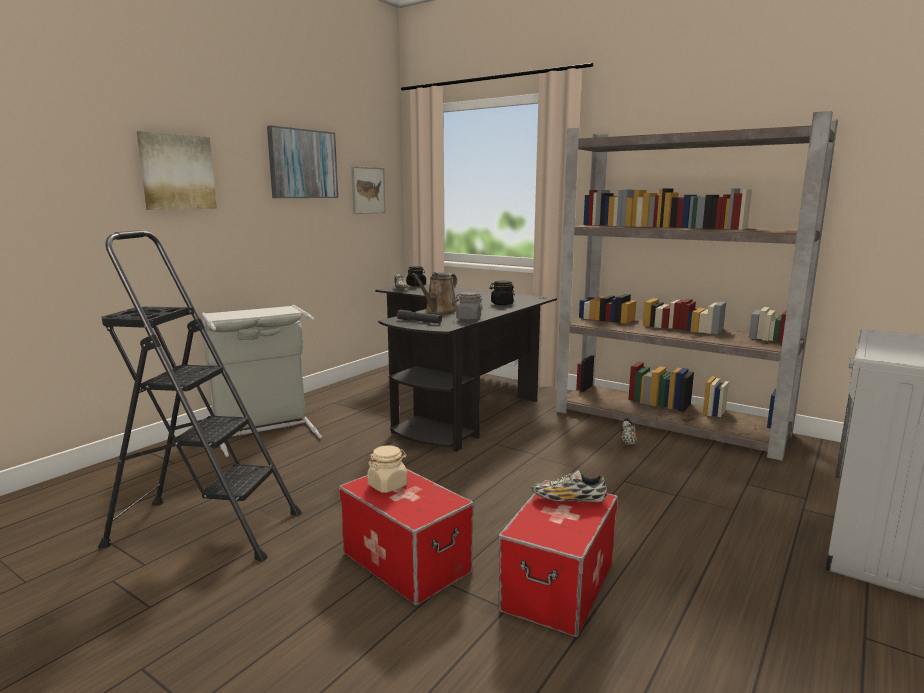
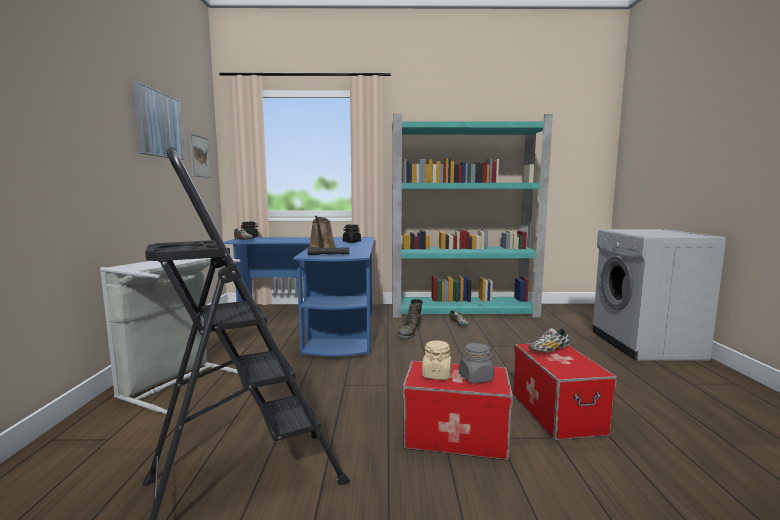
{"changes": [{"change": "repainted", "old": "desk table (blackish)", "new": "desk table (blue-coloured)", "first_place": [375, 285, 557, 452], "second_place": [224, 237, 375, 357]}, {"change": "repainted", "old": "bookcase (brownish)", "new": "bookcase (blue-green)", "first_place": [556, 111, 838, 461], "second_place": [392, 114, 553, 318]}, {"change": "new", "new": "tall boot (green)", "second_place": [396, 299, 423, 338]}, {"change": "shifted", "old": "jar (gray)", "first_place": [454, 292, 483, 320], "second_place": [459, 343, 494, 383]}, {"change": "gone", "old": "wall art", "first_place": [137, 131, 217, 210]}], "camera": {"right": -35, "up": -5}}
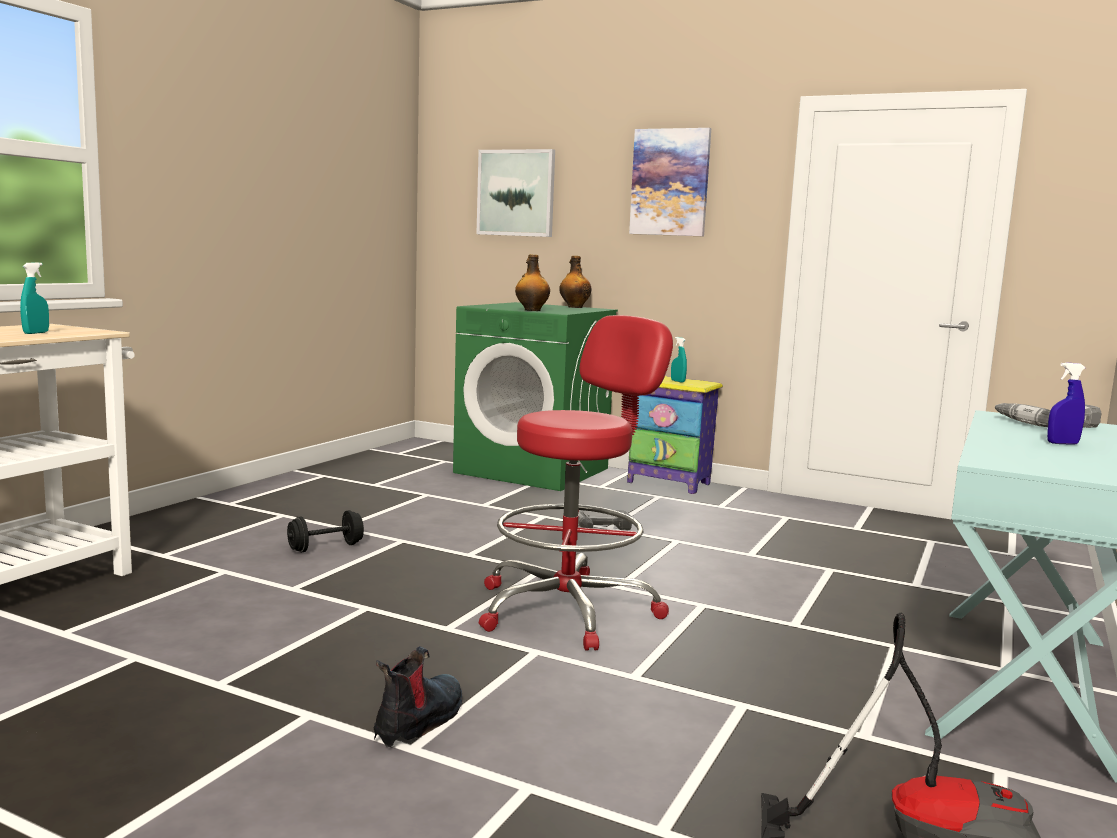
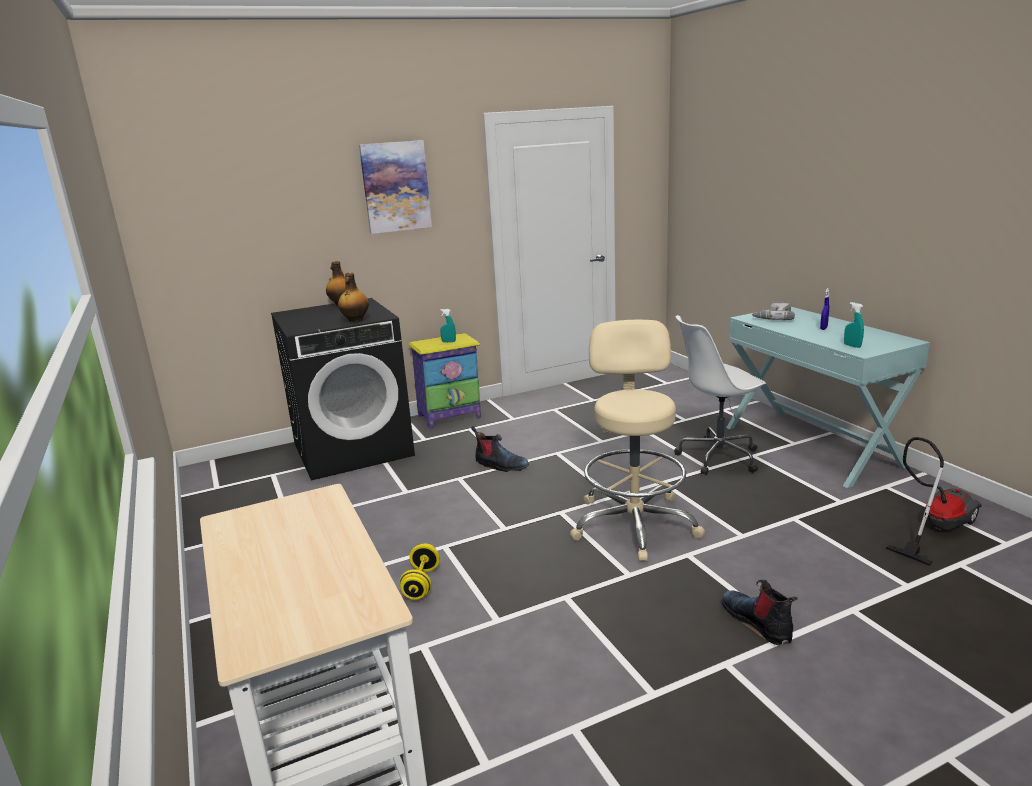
{"changes": [{"change": "repainted", "old": "washing machine (green)", "new": "washing machine (blackish)", "first_place": [453, 302, 618, 491], "second_place": [271, 298, 415, 480]}, {"change": "repainted", "old": "hand weight (blackish)", "new": "hand weight (yellow)", "first_place": [287, 510, 364, 552], "second_place": [399, 544, 440, 600]}, {"change": "swapped", "old": "drill", "new": "tall boot", "first_place": [578, 510, 632, 530], "second_place": [471, 426, 529, 472]}, {"change": "repainted", "old": "stool (red)", "new": "stool (sand-coloured)", "first_place": [479, 315, 673, 651], "second_place": [570, 320, 705, 562]}, {"change": "new", "new": "desk chair (white)", "second_place": [674, 315, 766, 475]}, {"change": "shifted", "old": "hand sprayer (blue-green)", "first_place": [20, 262, 49, 334], "second_place": [844, 302, 864, 348]}, {"change": "gone", "old": "wall art", "first_place": [476, 149, 555, 237]}], "camera": {"right": -50, "up": 10}}
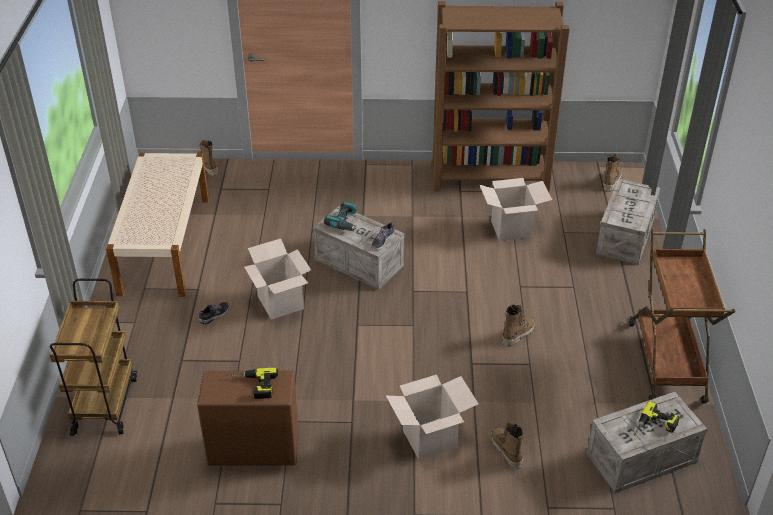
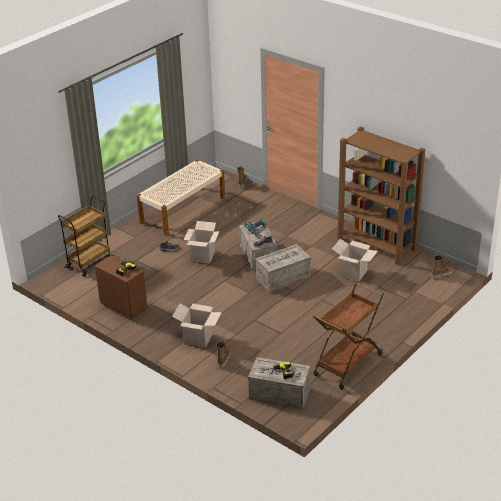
{"changes": [{"change": "shifted", "old": "crate", "first_place": [596, 178, 660, 265], "second_place": [255, 244, 311, 293]}, {"change": "gone", "old": "tall boot", "first_place": [502, 305, 535, 347]}], "camera": {"right": 40, "up": -5}}
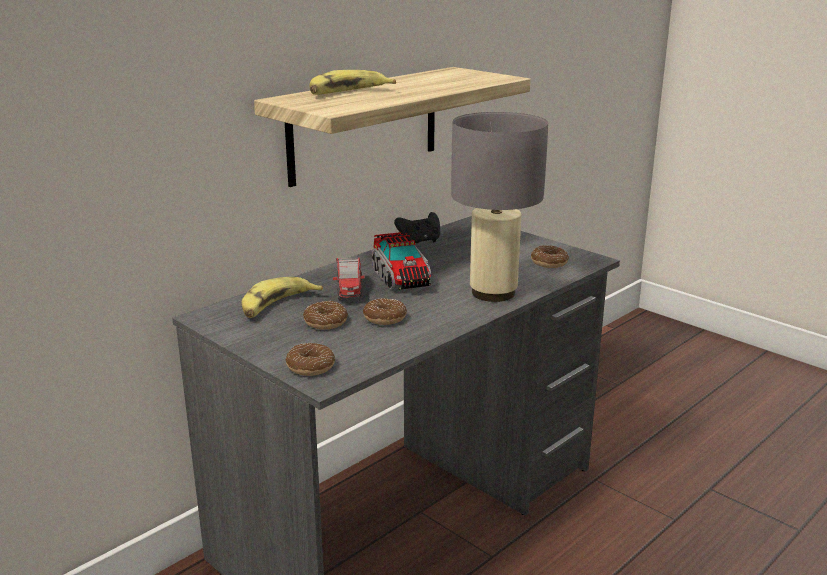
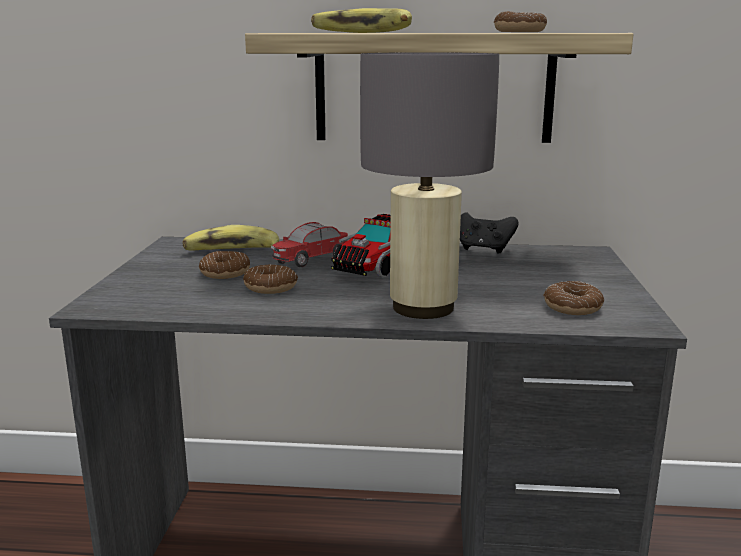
{"changes": [{"change": "shifted", "old": "doughnut", "first_place": [286, 343, 335, 376], "second_place": [494, 11, 547, 32]}], "camera": {"right": 50, "up": -5}}
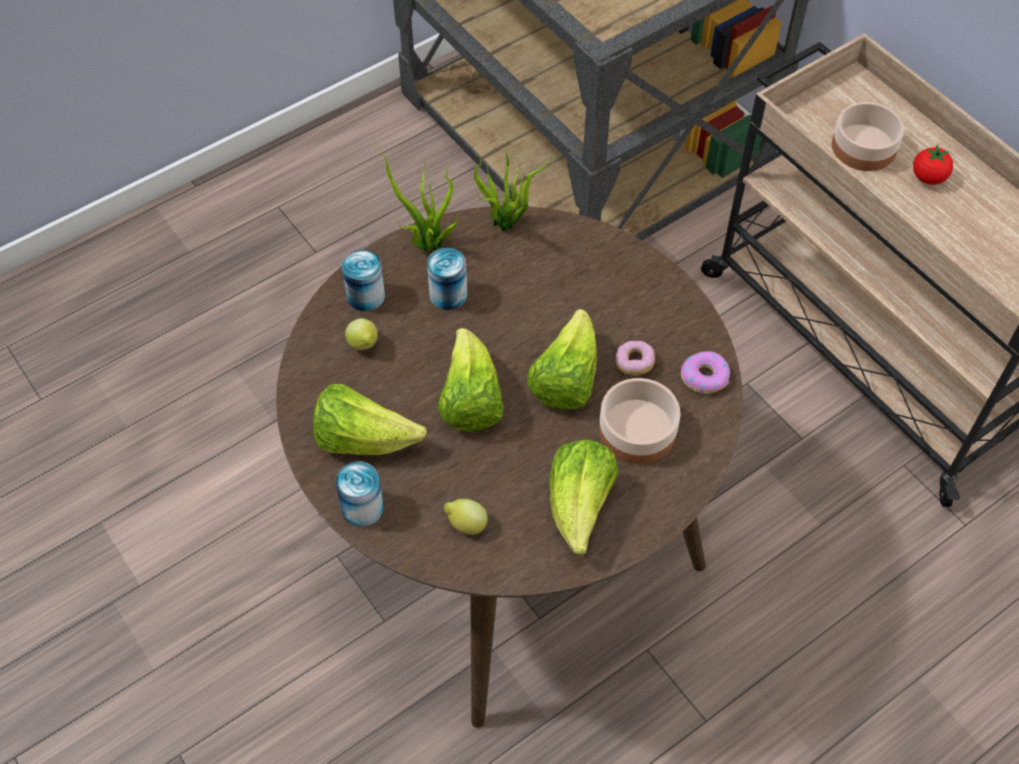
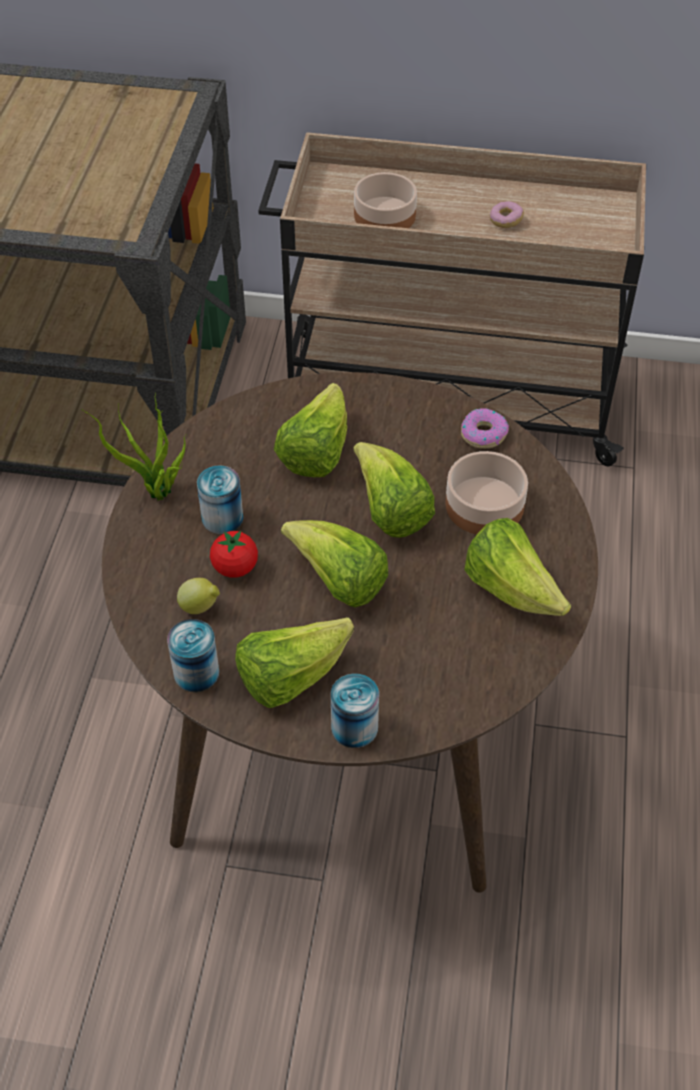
{"changes": [{"change": "shifted", "old": "sealed can", "first_place": [342, 249, 385, 311], "second_place": [167, 619, 219, 692]}, {"change": "shifted", "old": "fresh tomato", "first_place": [913, 145, 953, 185], "second_place": [210, 531, 258, 578]}, {"change": "new", "new": "lettuce", "second_place": [274, 383, 347, 477]}, {"change": "shifted", "old": "doughnut", "first_place": [615, 341, 655, 376], "second_place": [490, 201, 524, 228]}, {"change": "gone", "old": "citrus fruit", "first_place": [444, 499, 487, 535]}, {"change": "gone", "old": "houseplant", "first_place": [474, 137, 552, 231]}], "camera": {"right": -45, "up": -5}}
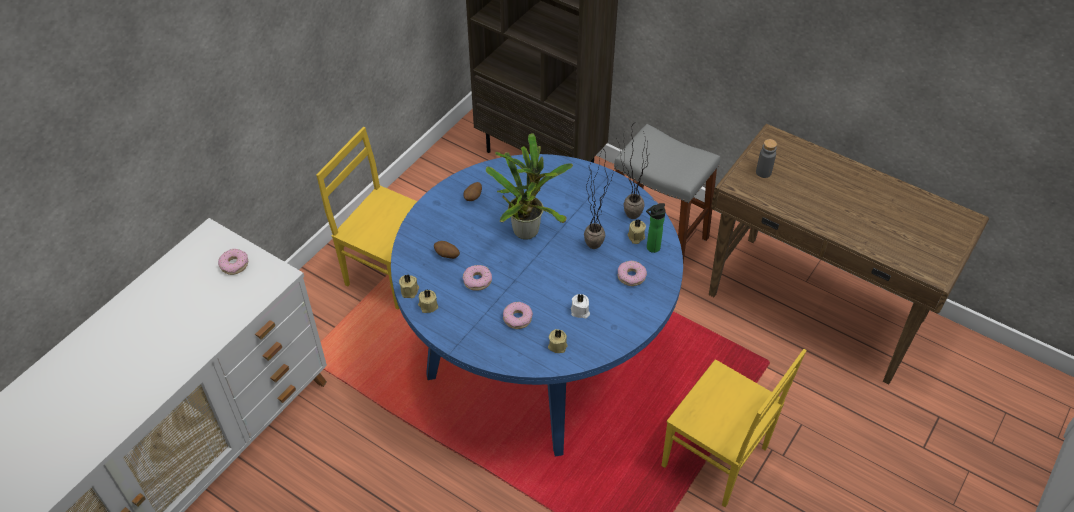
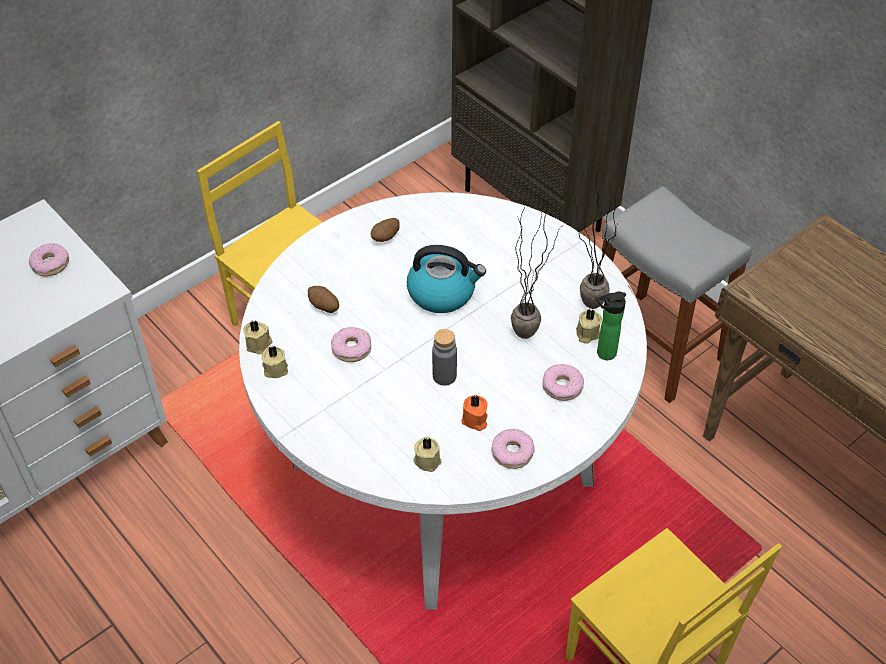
{"changes": [{"change": "repainted", "old": "kitchen table (blue-coloured)", "new": "kitchen table (white)", "first_place": [391, 154, 683, 456], "second_place": [239, 192, 647, 610]}, {"change": "swapped", "old": "houseplant", "new": "tea kettle", "first_place": [486, 133, 573, 240], "second_place": [407, 245, 486, 313]}, {"change": "shifted", "old": "drink bottle (gray)", "first_place": [756, 139, 777, 178], "second_place": [432, 329, 457, 386]}, {"change": "repainted", "old": "wax candle (white)", "new": "wax candle (orange)", "first_place": [571, 294, 590, 319], "second_place": [461, 395, 488, 431]}, {"change": "shifted", "old": "doughnut", "first_place": [503, 302, 533, 329], "second_place": [491, 429, 535, 469]}], "camera": {"right": 15, "up": 0}}
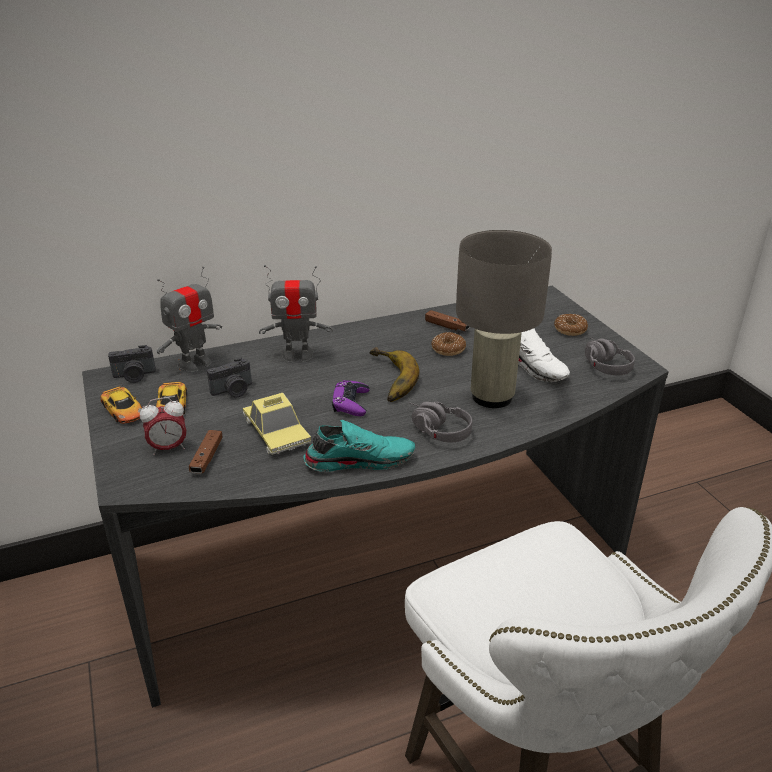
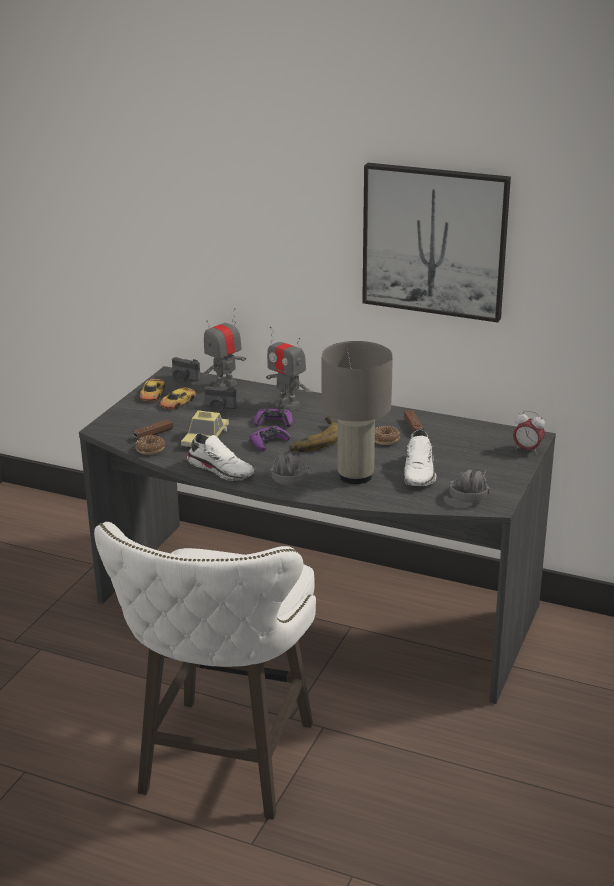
{"changes": [{"change": "shifted", "old": "doughnut", "first_place": [554, 314, 588, 336], "second_place": [135, 435, 165, 455]}, {"change": "repainted", "old": "low shoe (blue-green)", "new": "low shoe (white)", "first_place": [303, 420, 415, 472], "second_place": [187, 433, 254, 481]}, {"change": "rotated", "old": "model robot", "first_place": [157, 266, 222, 372], "second_place": [203, 308, 246, 388], "degrees": 135}, {"change": "new", "new": "joypad (purplish)", "second_place": [254, 409, 293, 427]}, {"change": "new", "new": "wall art", "second_place": [362, 163, 511, 322]}, {"change": "shifted", "old": "bedside clock", "first_place": [140, 397, 186, 455], "second_place": [513, 410, 545, 454]}], "camera": {"right": 45, "up": -5}}
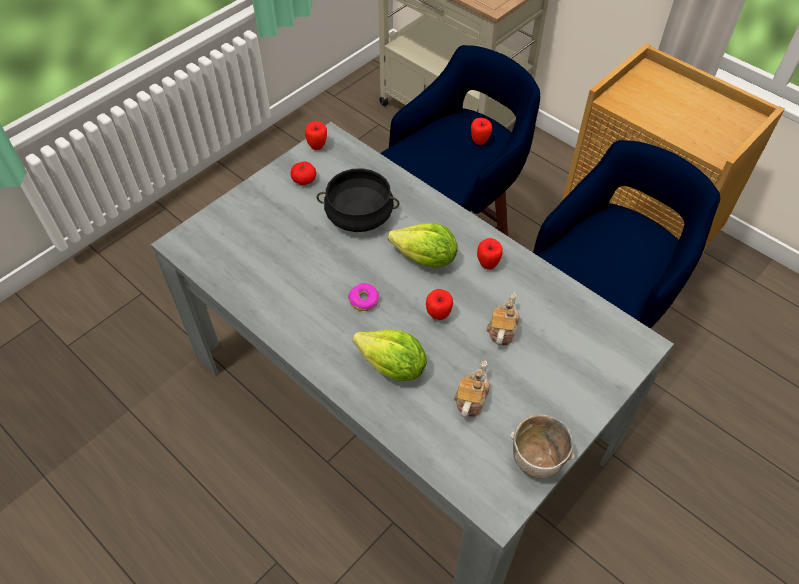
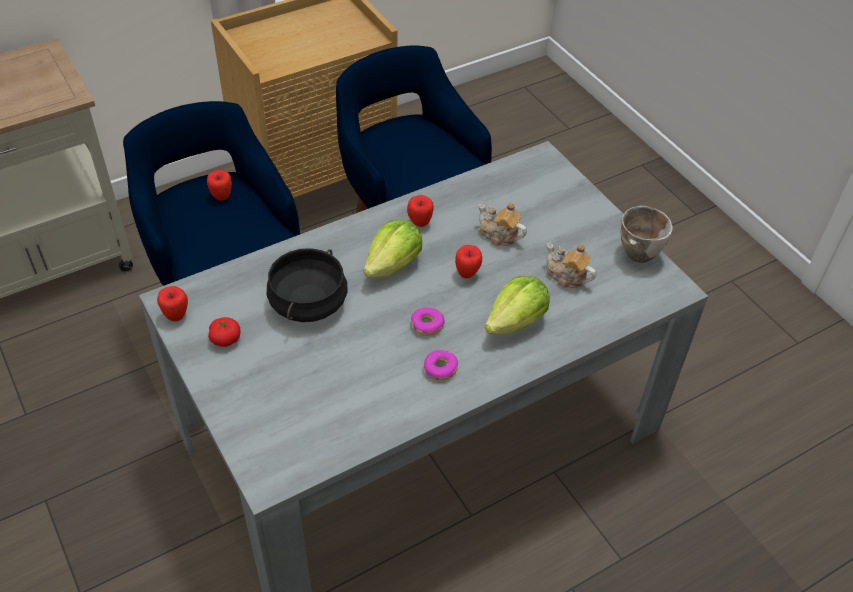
{"changes": [{"change": "new", "new": "doughnut", "second_place": [424, 350, 458, 381]}], "camera": {"right": -75, "up": -5}}
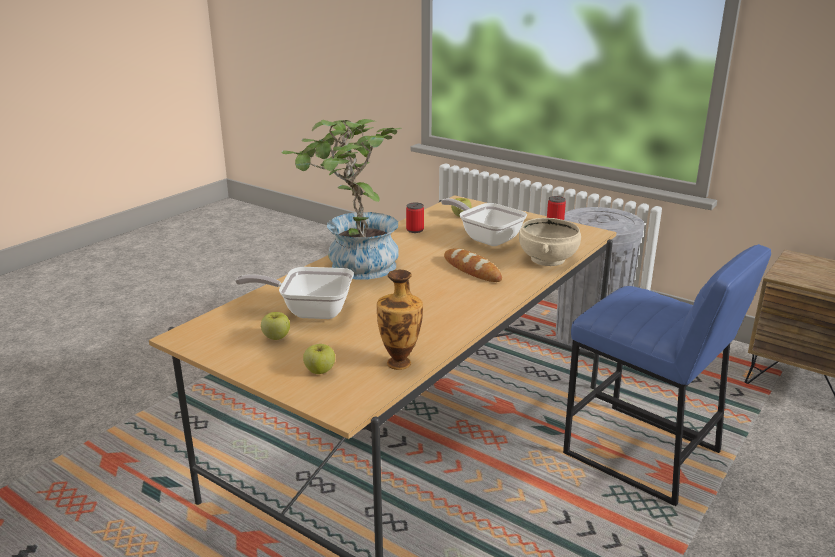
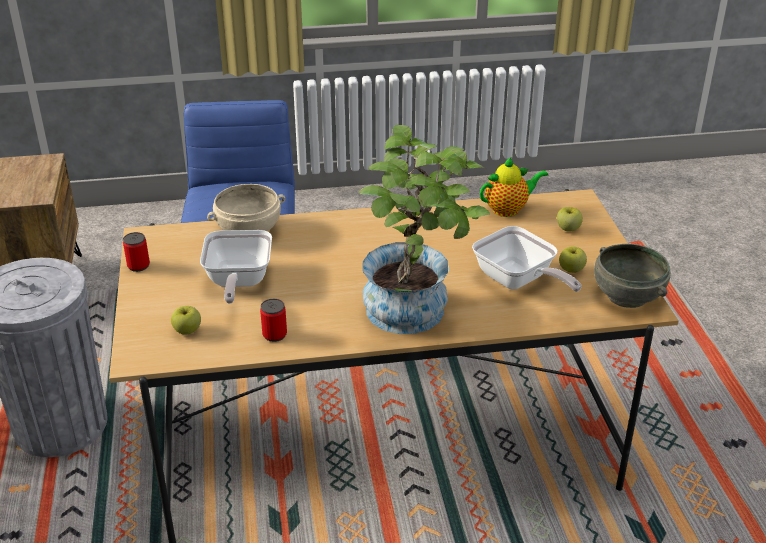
{"changes": [{"change": "swapped", "old": "flower vase", "new": "teapot", "first_place": [377, 270, 423, 370], "second_place": [480, 157, 548, 217]}, {"change": "new", "new": "serving bowl (gray)", "second_place": [594, 244, 671, 308]}, {"change": "gone", "old": "baked bread", "first_place": [444, 249, 502, 282]}], "camera": {"right": -135, "up": 10}}
